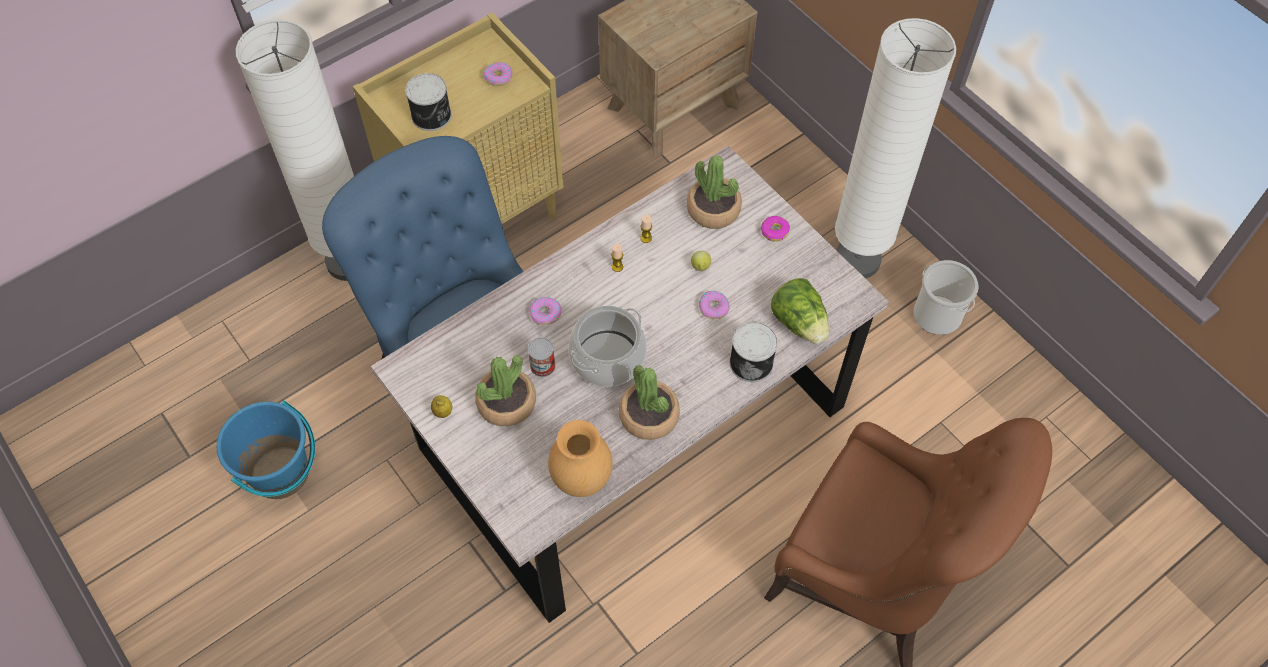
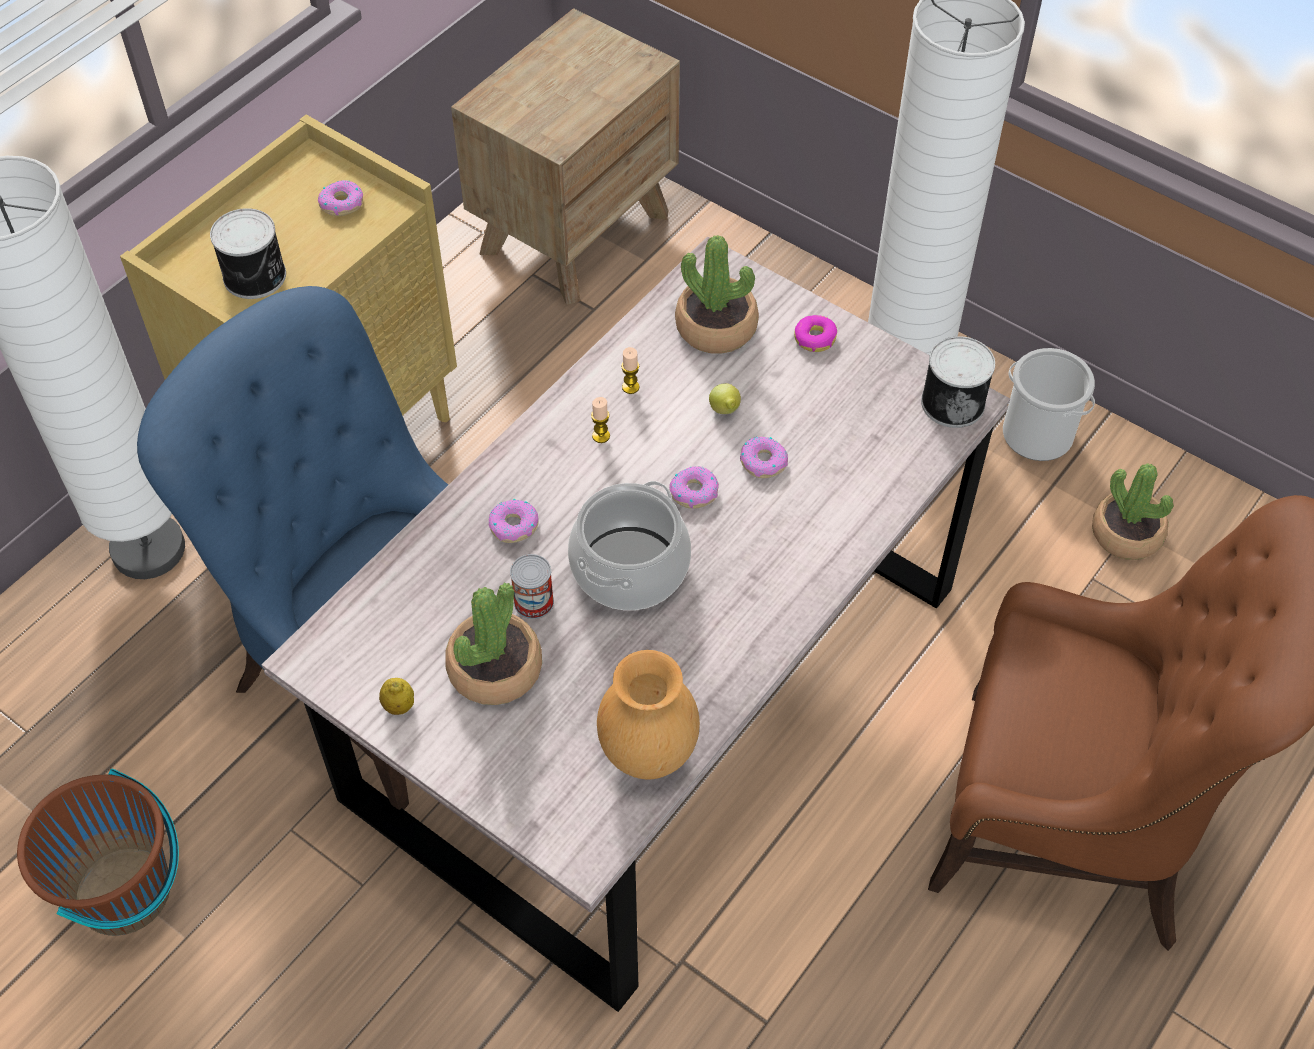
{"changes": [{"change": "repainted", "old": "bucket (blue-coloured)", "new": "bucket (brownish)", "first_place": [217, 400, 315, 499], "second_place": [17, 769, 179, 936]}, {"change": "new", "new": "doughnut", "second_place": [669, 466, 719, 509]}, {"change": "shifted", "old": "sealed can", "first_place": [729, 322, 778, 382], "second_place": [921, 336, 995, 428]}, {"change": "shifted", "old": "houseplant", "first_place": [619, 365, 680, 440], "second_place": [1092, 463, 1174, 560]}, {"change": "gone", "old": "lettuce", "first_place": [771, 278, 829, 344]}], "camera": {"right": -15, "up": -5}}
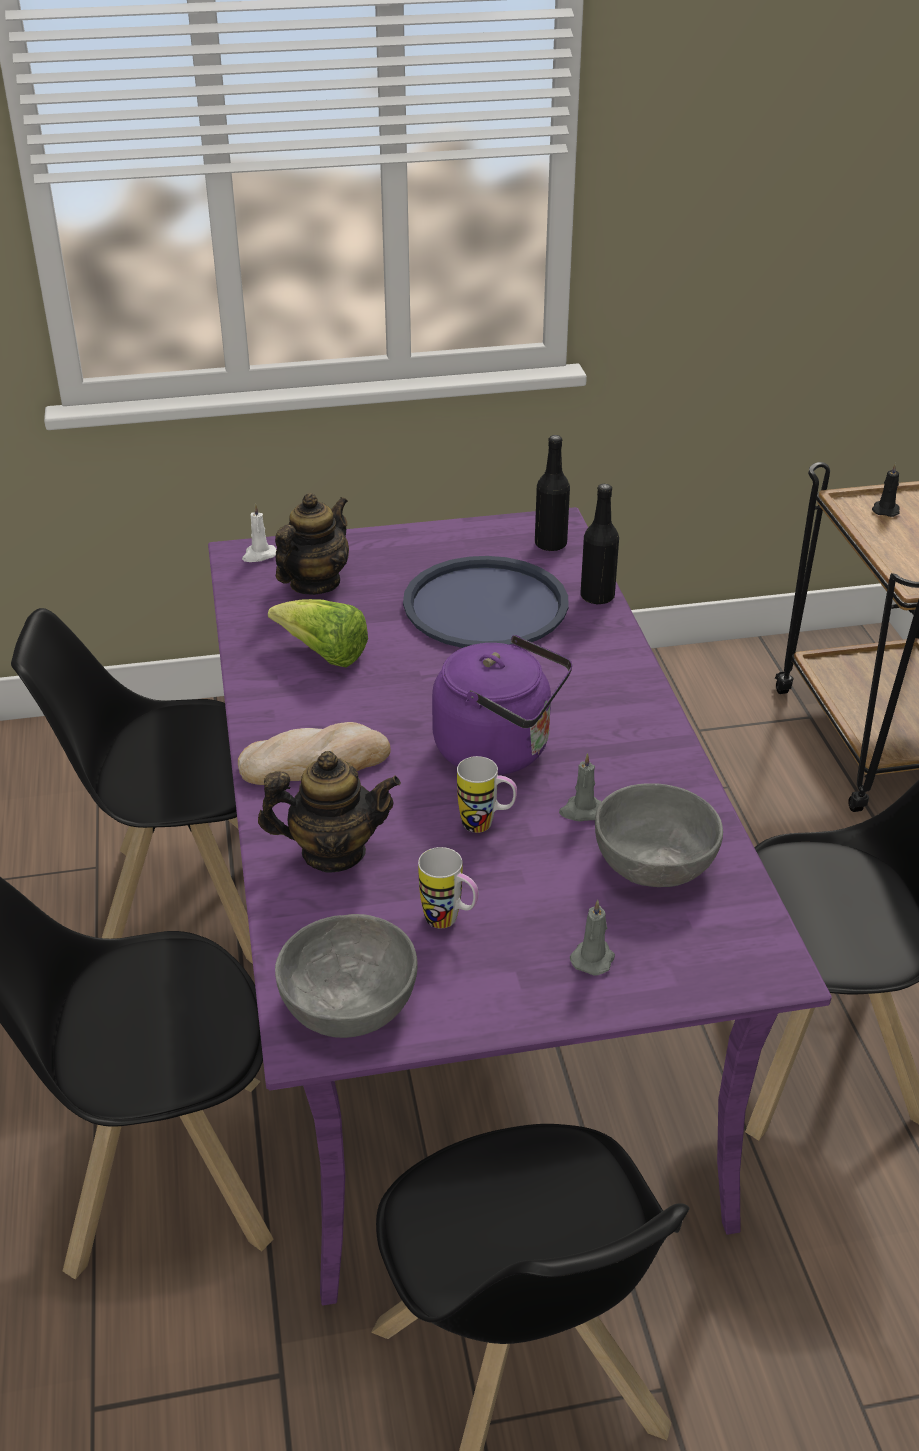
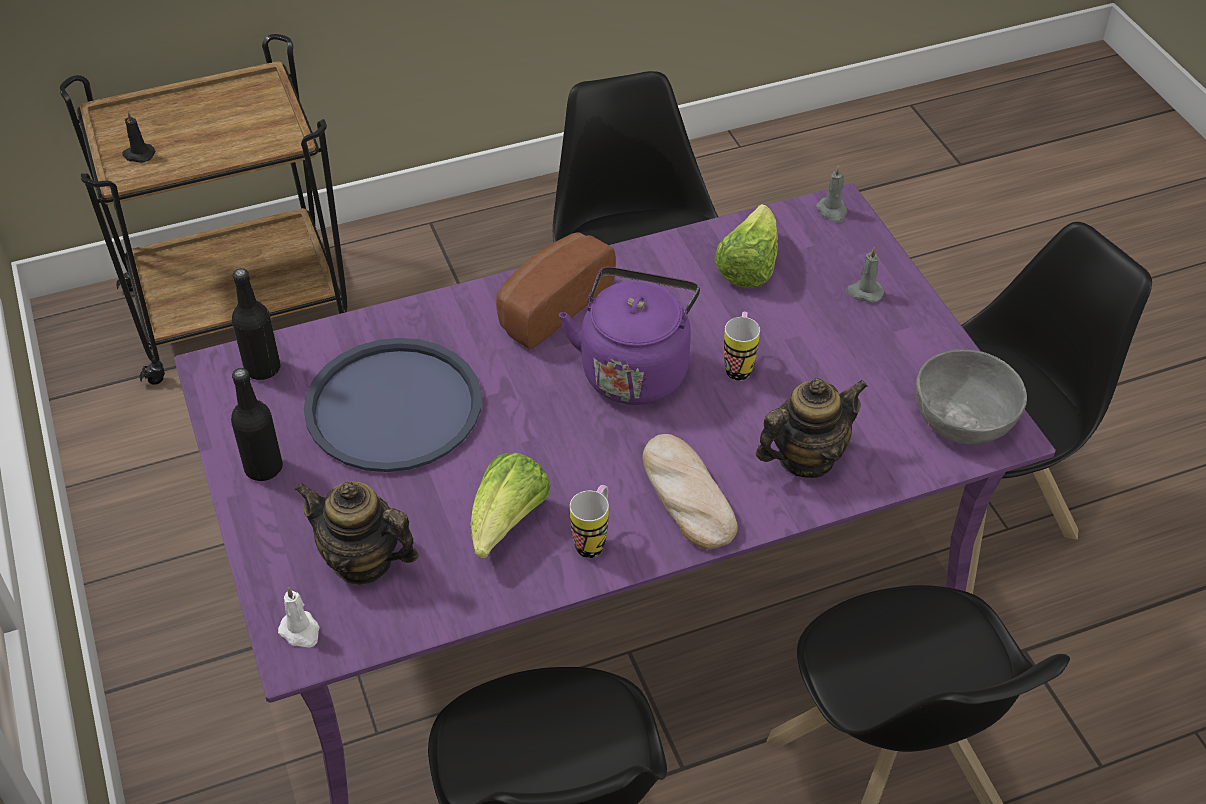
{"changes": [{"change": "shifted", "old": "drink bottle (blackish)", "first_place": [580, 484, 619, 604], "second_place": [231, 368, 283, 481]}, {"change": "new", "new": "baked bread", "second_place": [496, 232, 616, 349]}, {"change": "shifted", "old": "tea mug", "first_place": [418, 847, 478, 928], "second_place": [570, 485, 609, 558]}, {"change": "swapped", "old": "serving bowl (gray)", "new": "lettuce", "first_place": [595, 783, 723, 887], "second_place": [715, 204, 778, 287]}, {"change": "rotated", "old": "teapot", "first_place": [258, 751, 401, 872], "second_place": [756, 378, 868, 478], "degrees": 75}, {"change": "shifted", "old": "wax candle (gray)", "first_place": [559, 753, 602, 821], "second_place": [816, 165, 847, 223]}], "camera": {"right": -100, "up": 10}}
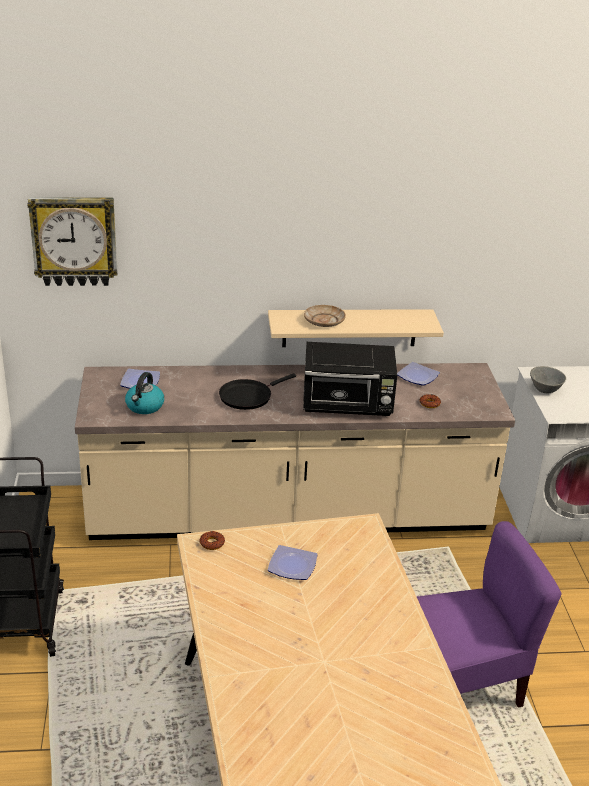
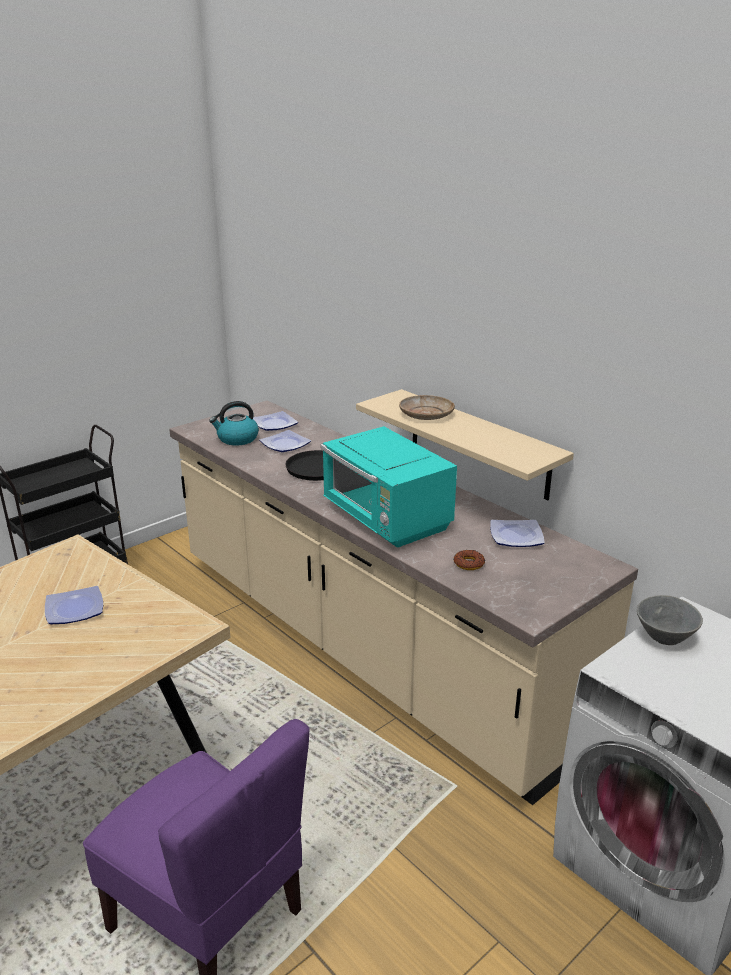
{"changes": [{"change": "new", "new": "dinner plate", "second_place": [259, 430, 311, 452]}, {"change": "repainted", "old": "microwave oven (blackish)", "new": "microwave oven (blue-green)", "first_place": [303, 342, 397, 416], "second_place": [321, 426, 457, 548]}, {"change": "gone", "old": "hanging clock", "first_place": [27, 197, 118, 286]}, {"change": "gone", "old": "doughnut", "first_place": [199, 531, 225, 550]}], "camera": {"right": 55, "up": -5}}
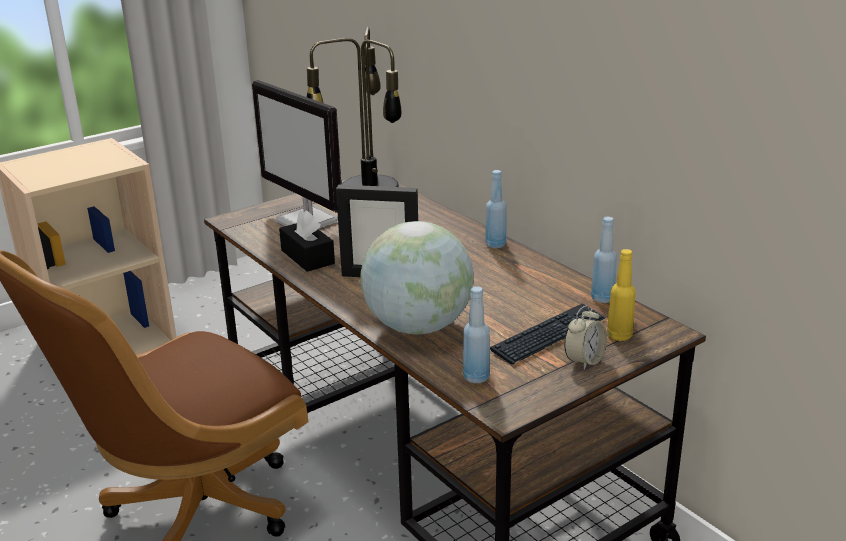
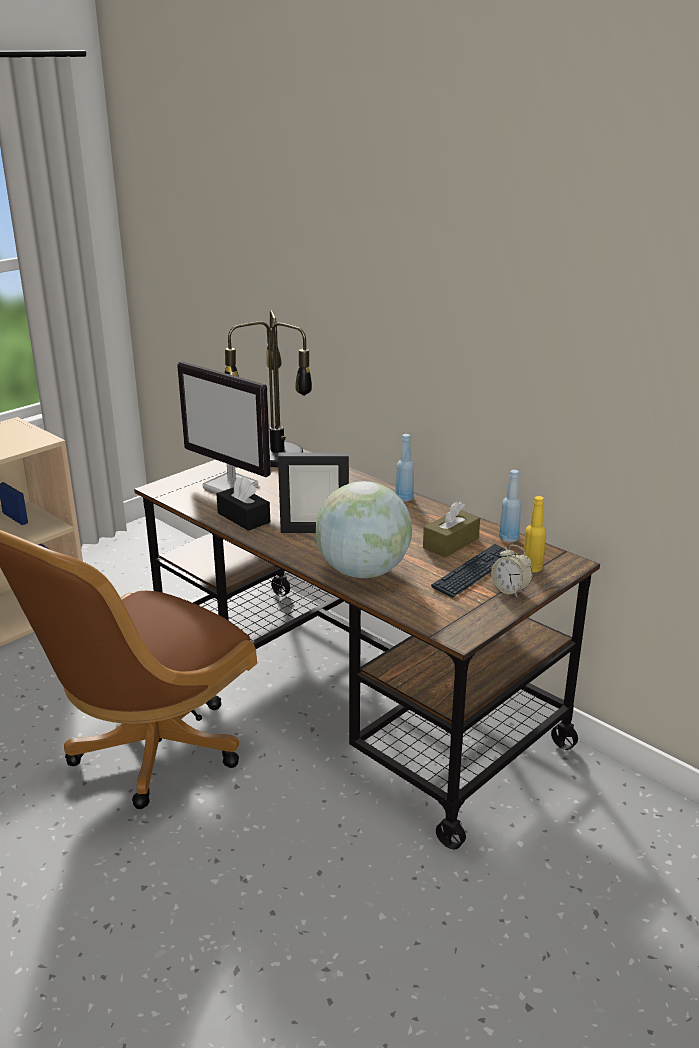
{"changes": [{"change": "new", "new": "tissue holder (brownish)", "second_place": [423, 502, 480, 558]}, {"change": "rotated", "old": "bedside clock", "first_place": [564, 305, 607, 370], "second_place": [491, 545, 533, 597], "degrees": 105}, {"change": "gone", "old": "drink bottle (blue-coloured)", "first_place": [463, 286, 490, 383]}], "camera": {"right": -10, "up": 0}}
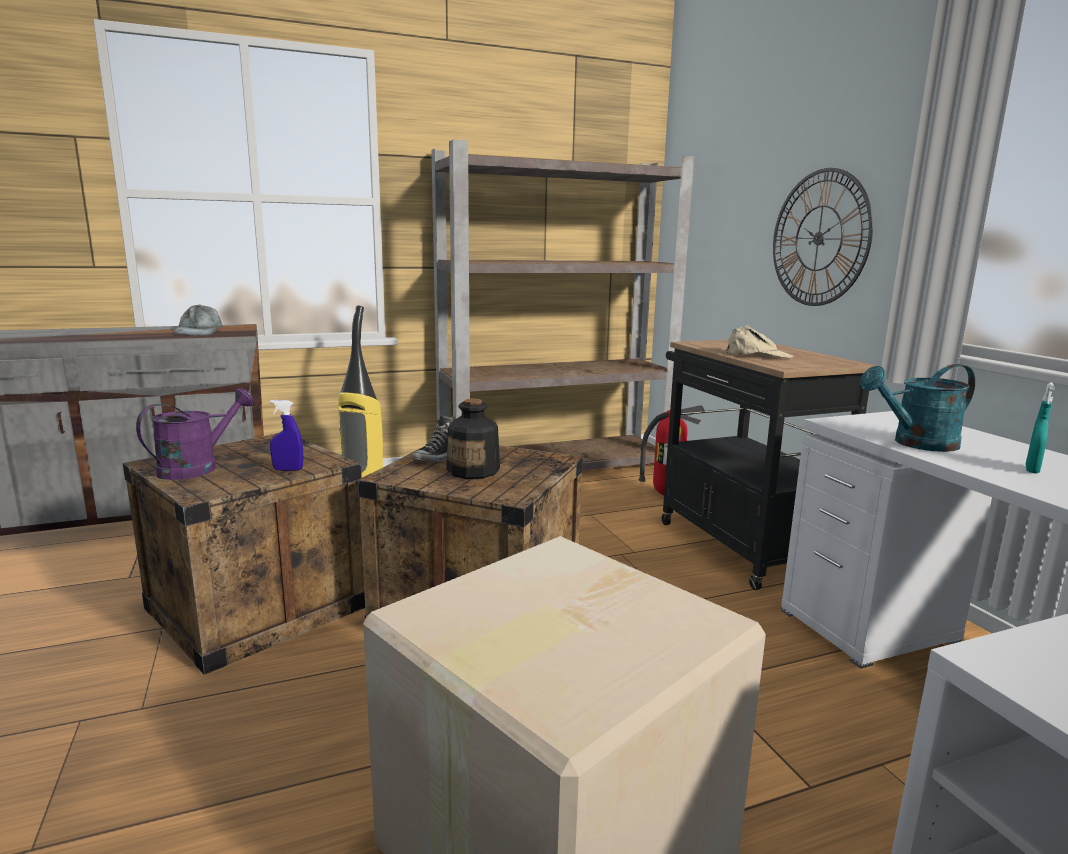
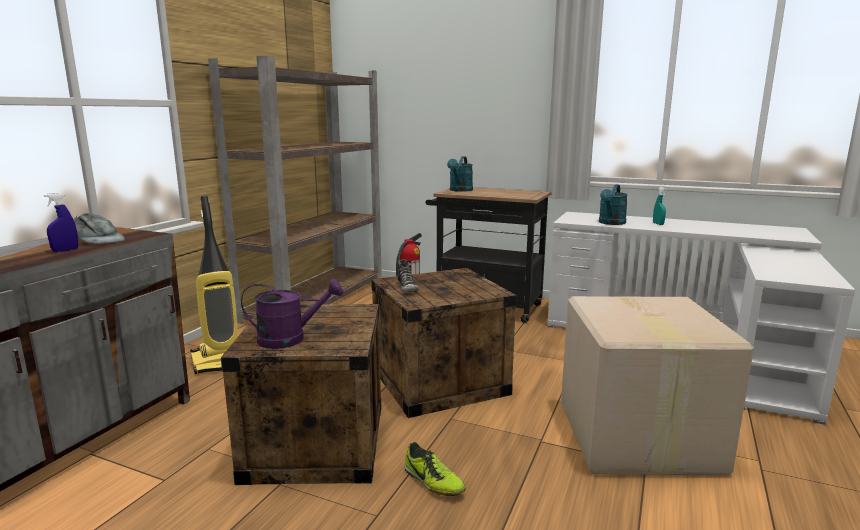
{"changes": [{"change": "shifted", "old": "hand sprayer (blue-coloured)", "first_place": [270, 400, 303, 471], "second_place": [44, 193, 78, 252]}, {"change": "rotated", "old": "watering pot (purplish)", "first_place": [136, 388, 254, 480], "second_place": [241, 279, 344, 349], "degrees": 90}, {"change": "new", "new": "low shoe", "second_place": [404, 442, 466, 496]}, {"change": "new", "new": "watering pot (blue-green)", "second_place": [447, 156, 473, 192]}, {"change": "gone", "old": "drink bottle", "first_place": [446, 398, 500, 479]}, {"change": "gone", "old": "baseball cap (sand-coloured)", "first_place": [726, 325, 794, 358]}, {"change": "gone", "old": "hanging clock", "first_place": [773, 168, 873, 306]}], "camera": {"right": -45, "up": 0}}
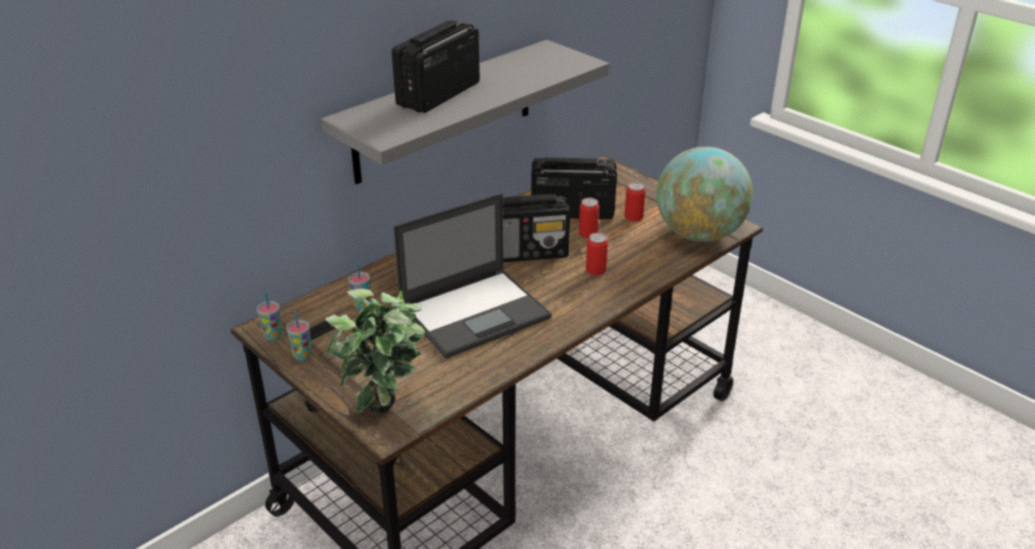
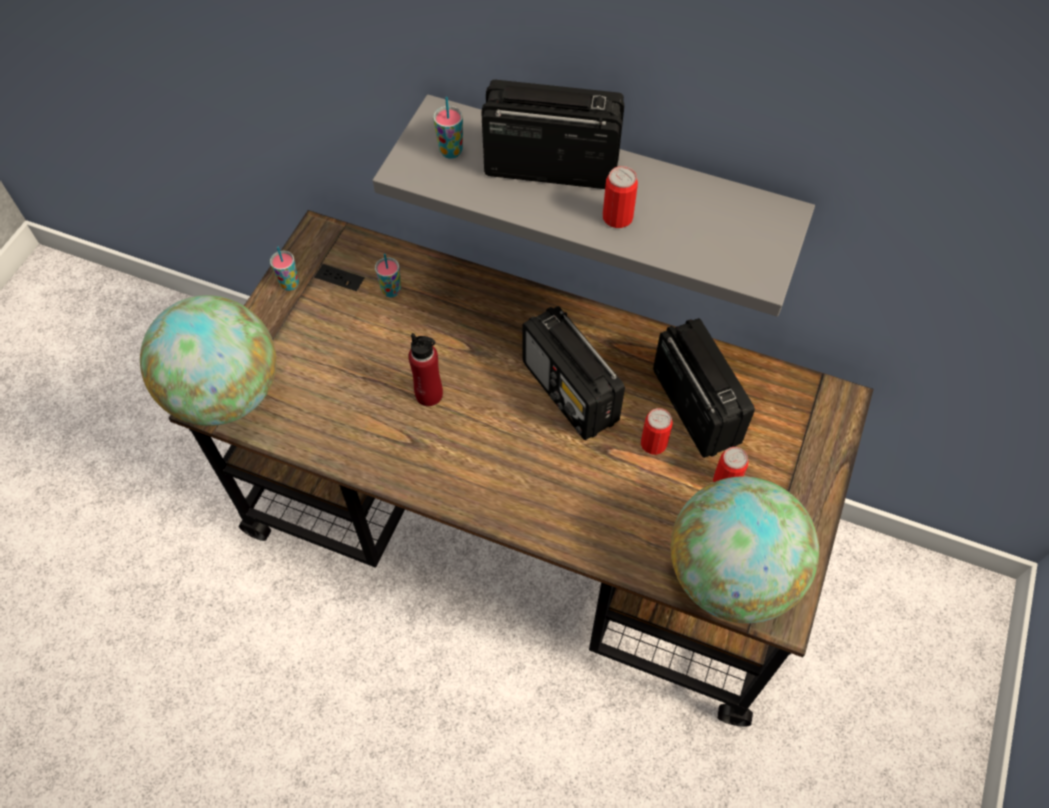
{"changes": [{"change": "swapped", "old": "houseplant", "new": "globe", "first_place": [325, 289, 426, 413], "second_place": [140, 295, 276, 426]}, {"change": "swapped", "old": "notebook computer", "new": "drink bottle (red)", "first_place": [394, 193, 552, 359], "second_place": [408, 333, 443, 406]}, {"change": "shifted", "old": "small cup", "first_place": [257, 292, 282, 341], "second_place": [433, 97, 463, 158]}, {"change": "shifted", "old": "sealed can", "first_place": [586, 233, 608, 275], "second_place": [603, 166, 638, 228]}], "camera": {"right": 65, "up": 25}}
